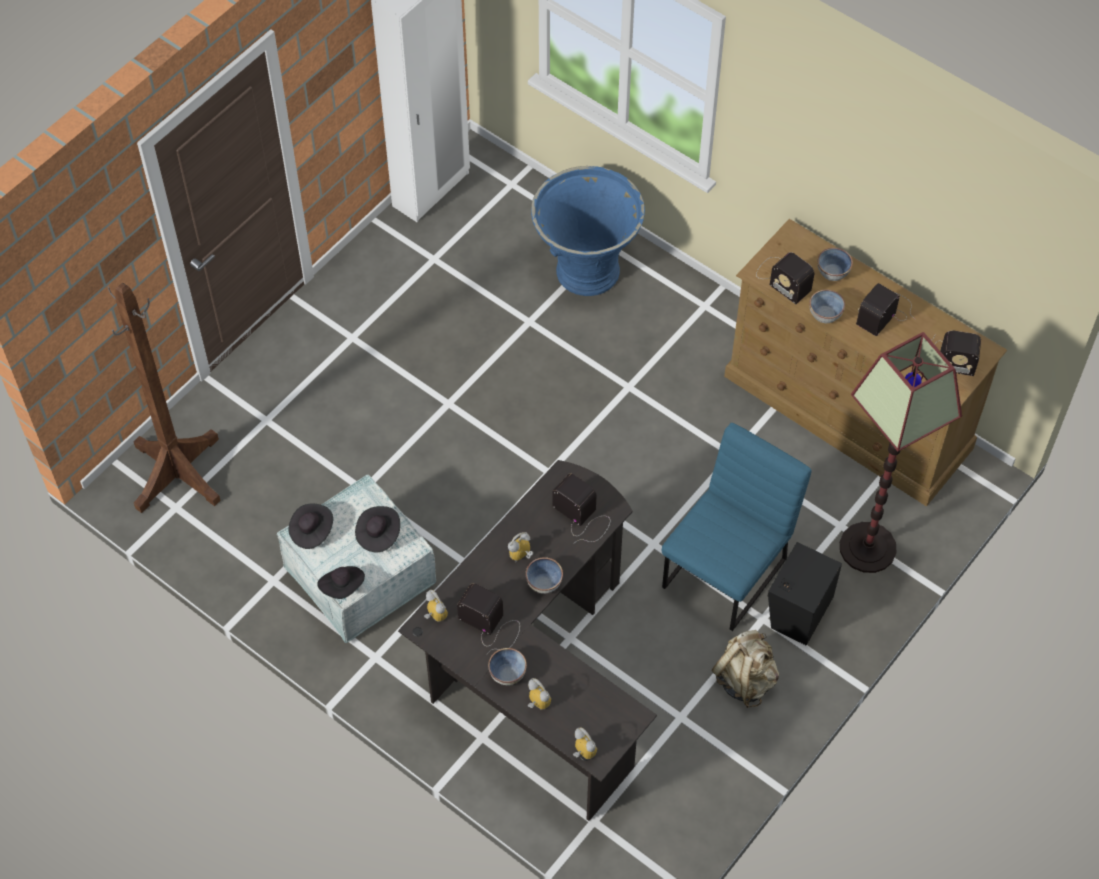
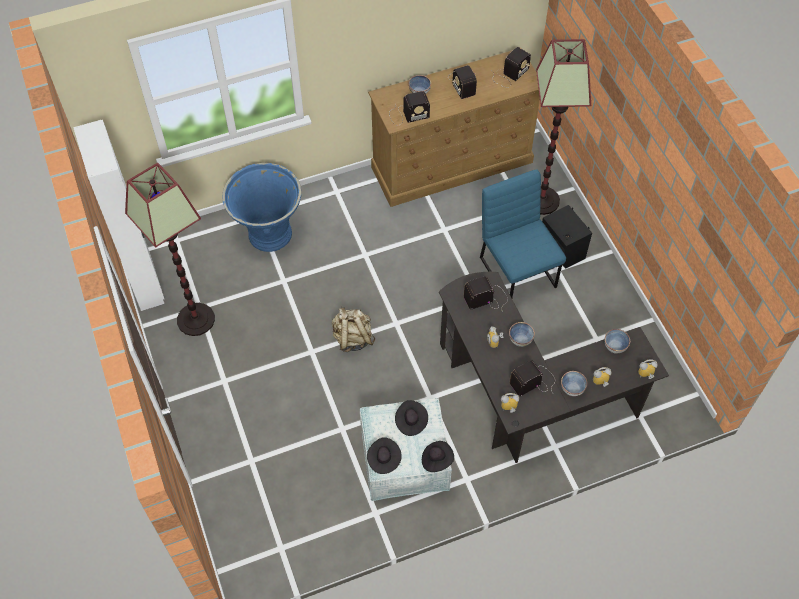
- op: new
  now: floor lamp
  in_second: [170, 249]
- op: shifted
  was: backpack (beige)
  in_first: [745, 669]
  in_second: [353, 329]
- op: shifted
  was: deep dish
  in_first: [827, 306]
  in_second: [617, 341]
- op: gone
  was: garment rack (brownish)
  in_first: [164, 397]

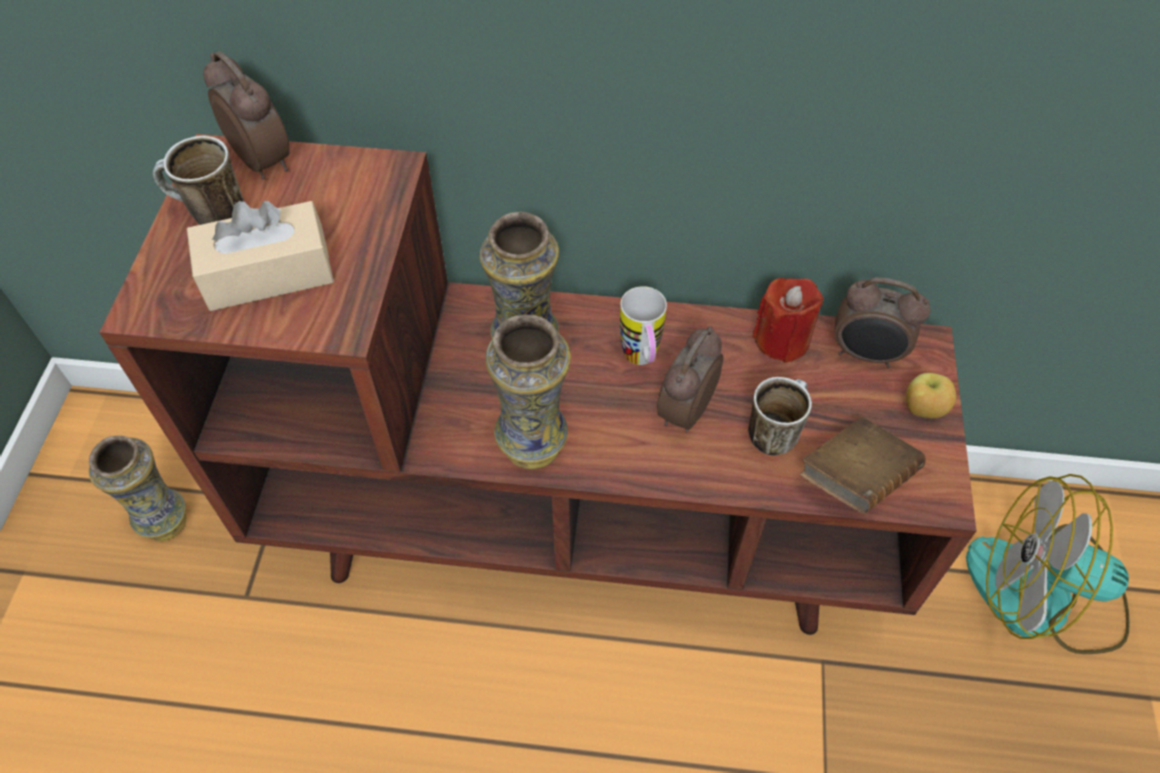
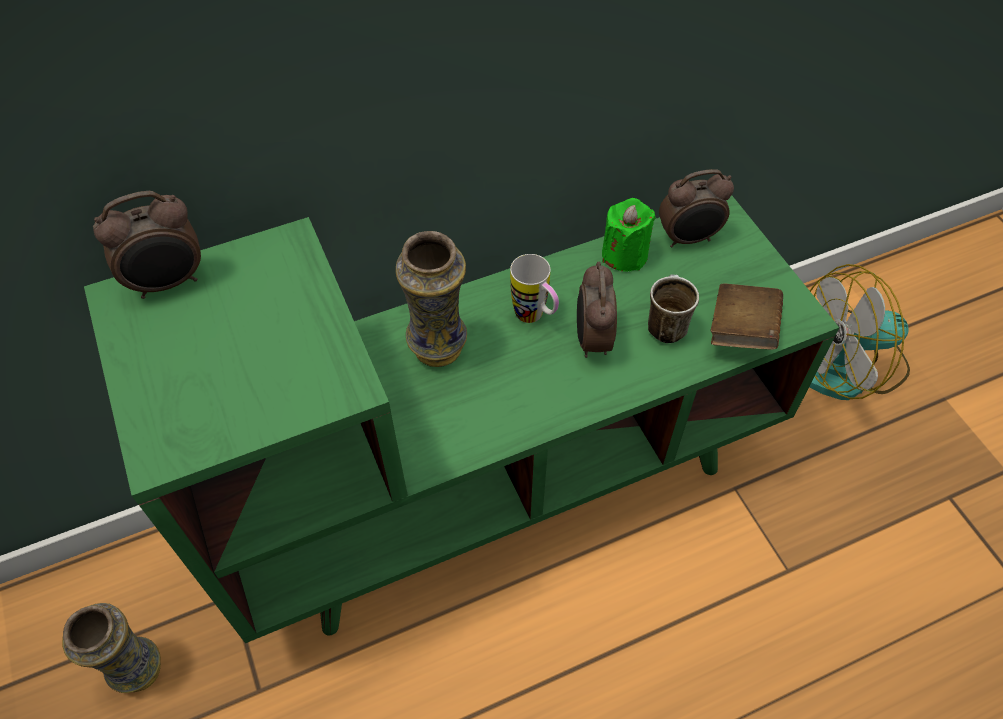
- op: repainted
  was: media console (brownish)
  now: media console (green-coloured)
  in_first: [537, 384]
  in_second: [461, 419]
- op: rotated
  was: alarm clock
  in_first: [246, 115]
  in_second: [147, 245]
  clockwise: 135
- op: repainted
  was: wax light (red)
  now: wax light (green-coloured)
  in_first: [788, 320]
  in_second: [629, 235]
- op: gone
  was: mug
  in_first: [198, 180]
- op: gone
  was: tissue box (beige)
  in_first: [260, 256]
- op: gone
  was: flower vase
  in_first: [528, 391]
- op: gone
  was: apple fruit
  in_first: [931, 395]

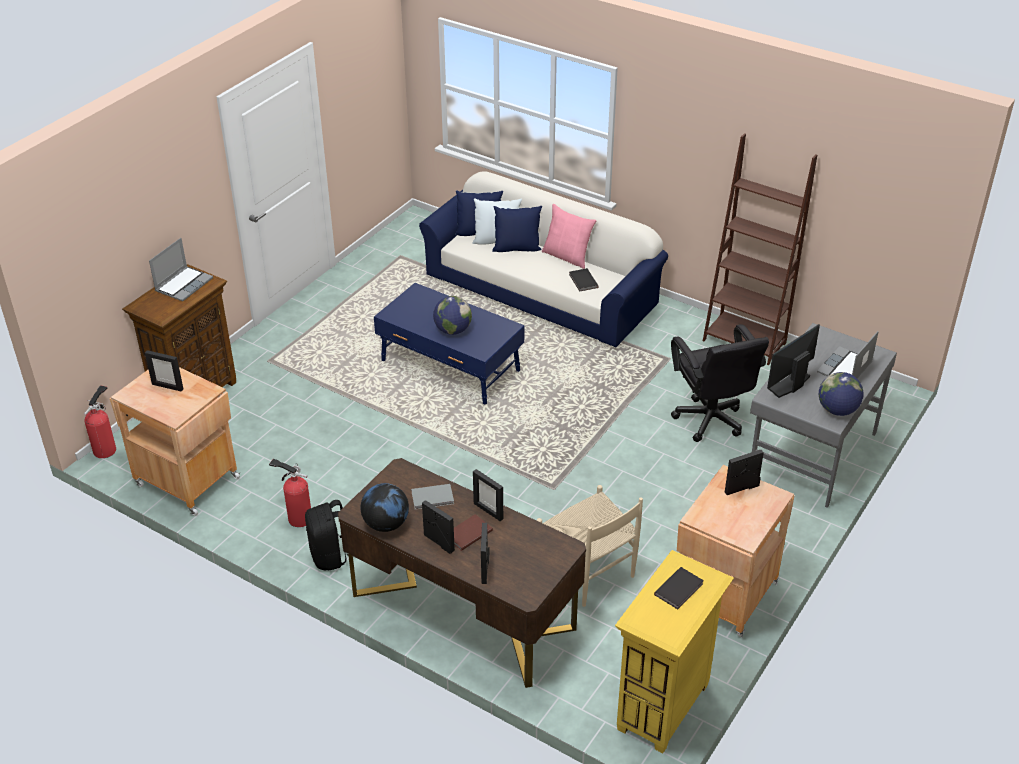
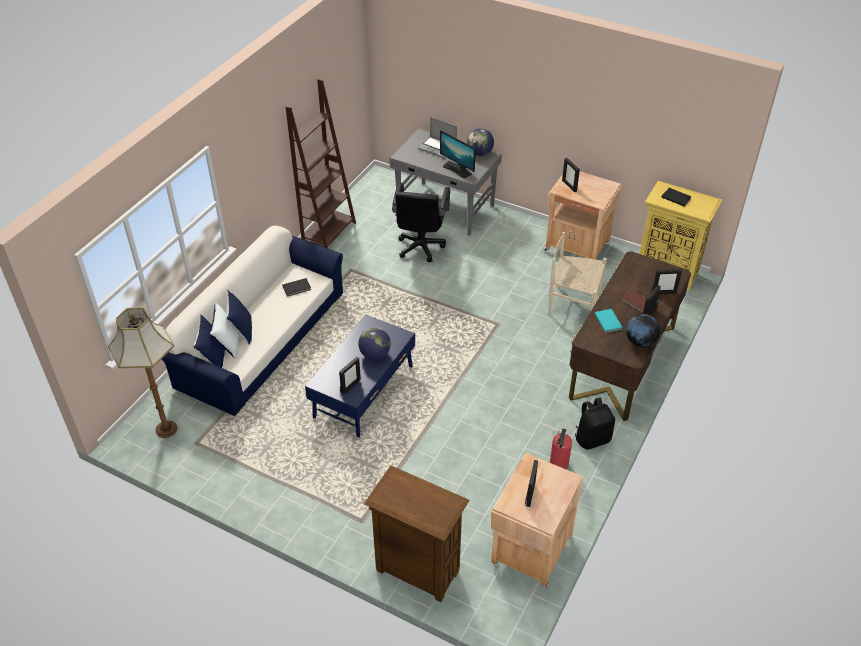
- op: new
  now: floor lamp
  in_second: [143, 373]
- op: shifted
  was: photo frame
  in_first: [488, 495]
  in_second: [350, 375]
- op: rotated
  was: office chair (black)
  in_first: [720, 383]
  in_second: [421, 223]
  clockwise: 120
- op: rotated
  was: plain chair (beige)
  in_first: [590, 546]
  in_second: [577, 273]
  clockwise: -120
- op: repainted
  was: book (greyish)
  now: book (turquoise-coloured)
  in_first: [432, 497]
  in_second: [608, 321]
- op: gone
  was: fire-fighting cylinder
  in_first: [100, 421]
- op: gone
  was: laptop
  in_first: [181, 270]
- op: gone
  was: pillow (pink-coloured)
  in_first: [569, 236]

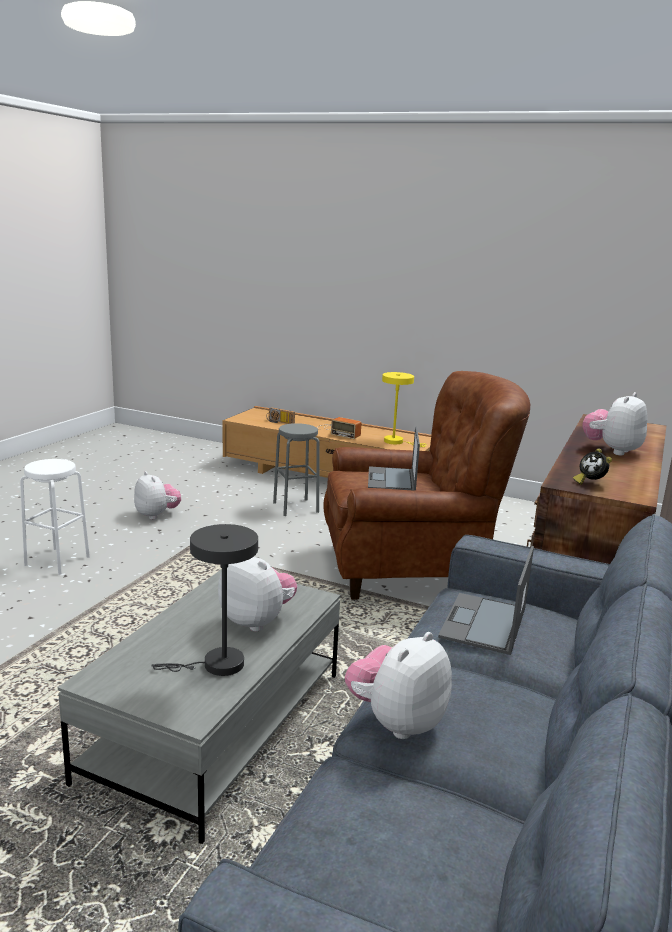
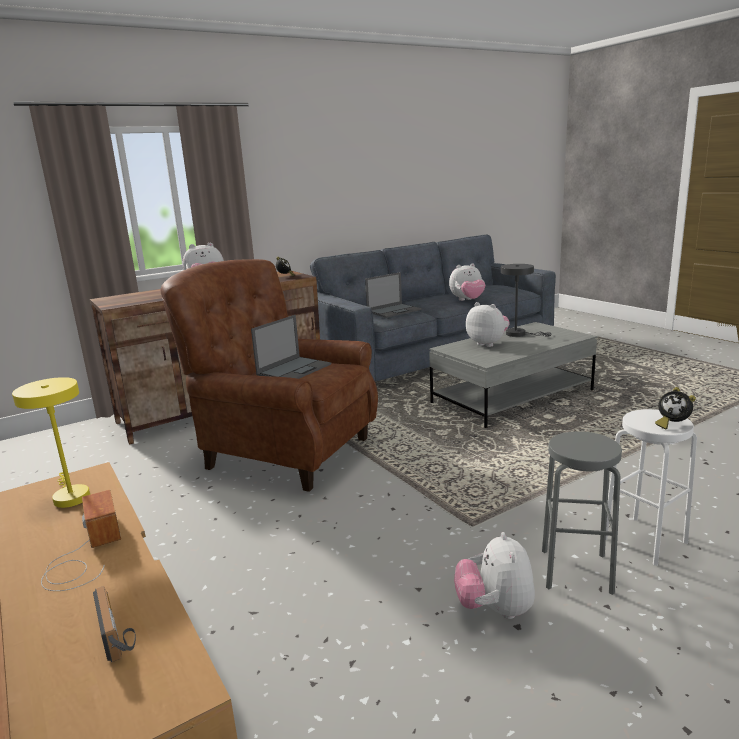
- op: rotated
  was: soft toy
  in_first: [257, 594]
  in_second: [488, 324]
  clockwise: 150
- op: shifted
  was: stool seat (greyish)
  in_first: [296, 469]
  in_second: [582, 513]
- op: new
  now: alarm clock
  in_second: [675, 408]

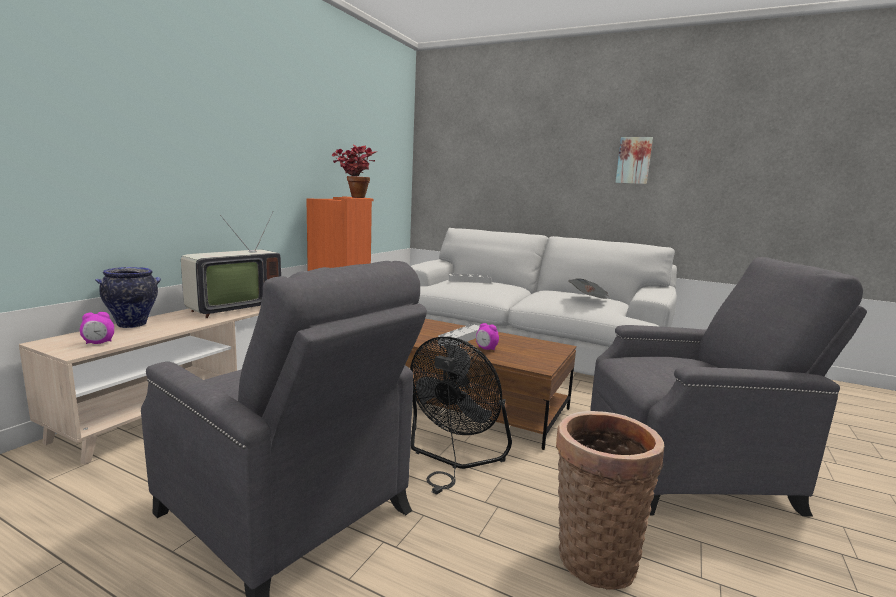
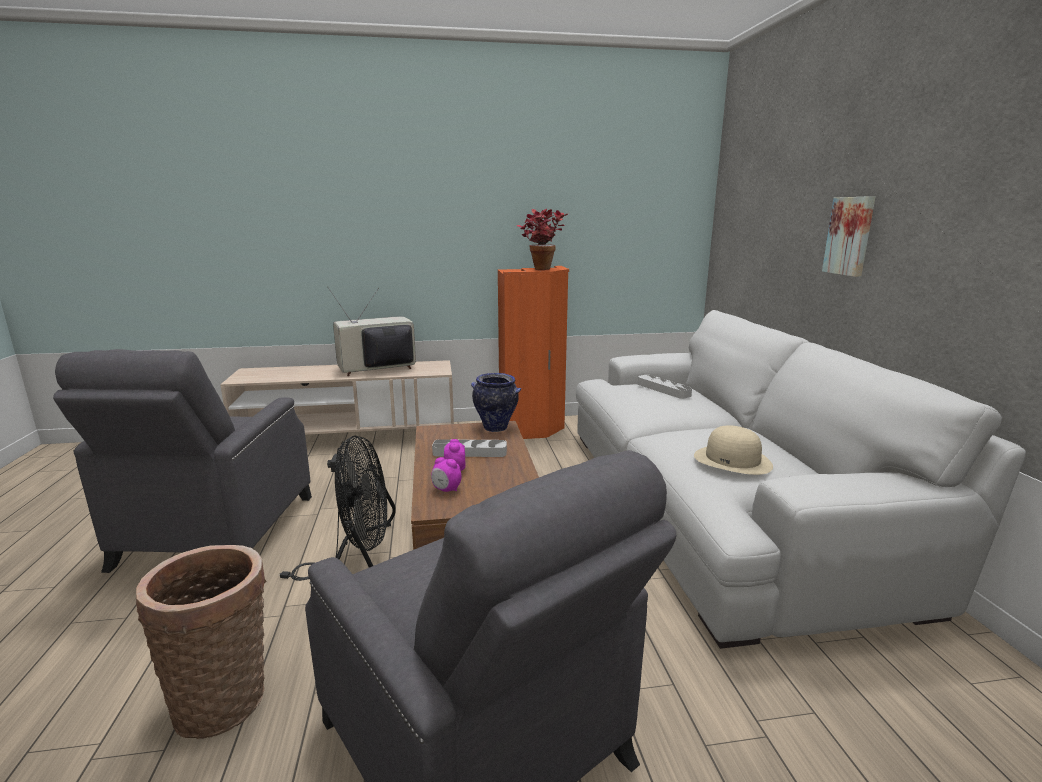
- op: rotated
  was: TV
  in_first: [231, 264]
  in_second: [372, 332]
  clockwise: 150
- op: shifted
  was: alarm clock
  in_first: [97, 328]
  in_second: [446, 474]
- op: shifted
  was: flower vase
  in_first: [128, 297]
  in_second: [496, 402]
- op: swapped
  was: newspaper
  now: hat (beige)
  in_first: [588, 288]
  in_second: [733, 450]
- op: shifted
  was: wall picture
  in_first: [634, 160]
  in_second: [848, 236]

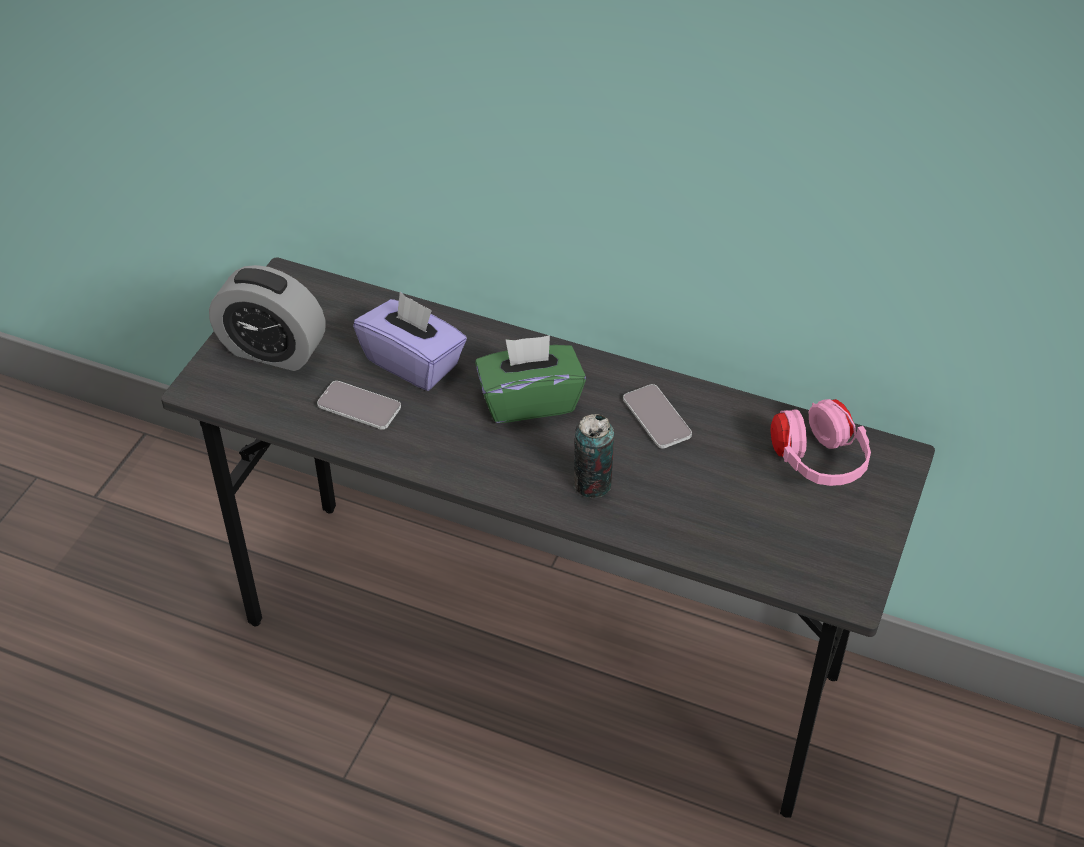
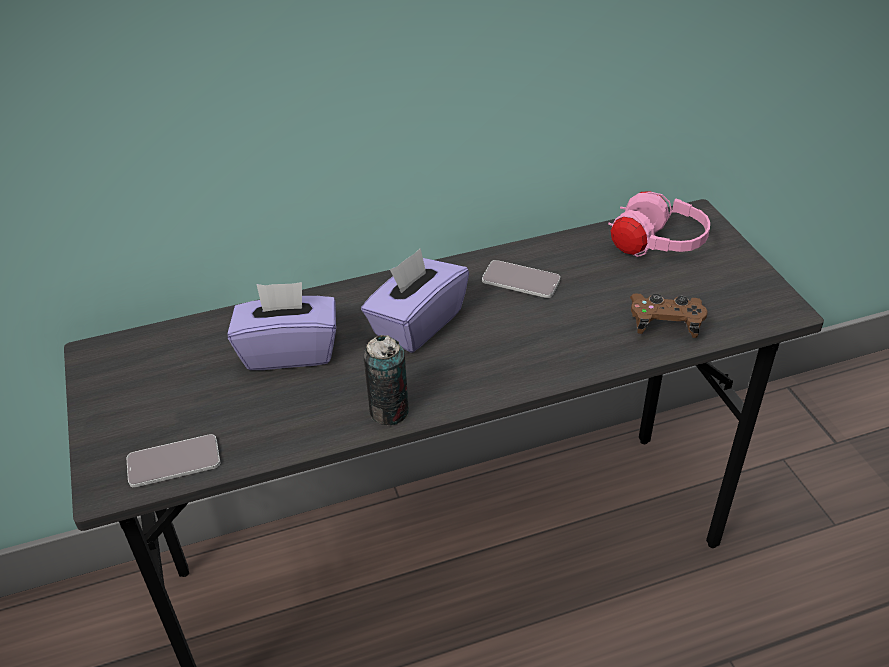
- op: shifted
  was: telephone
  in_first: [359, 405]
  in_second: [173, 461]
- op: repainted
  was: tissue box (green-coloured)
  now: tissue box (purple-coloured)
  in_first: [530, 379]
  in_second: [415, 300]
- op: shifted
  was: can
  in_first: [593, 456]
  in_second: [386, 380]
- op: new
  now: game controller (brownish)
  in_second: [668, 315]
- op: gone
  was: alarm clock
  in_first: [267, 318]

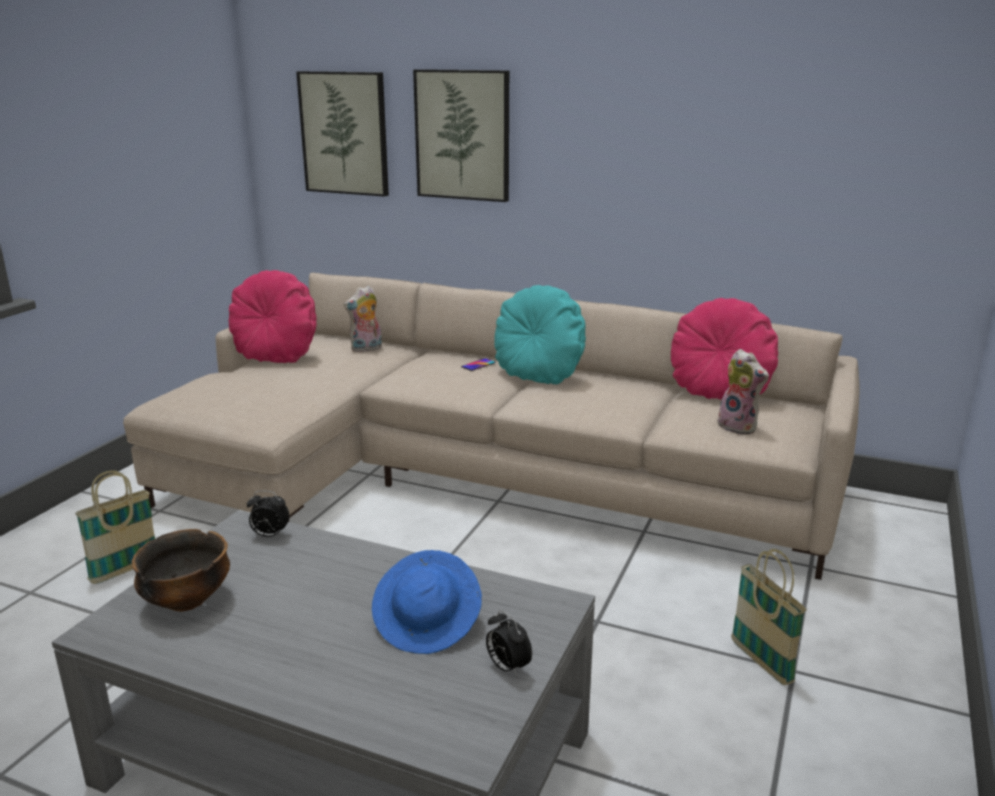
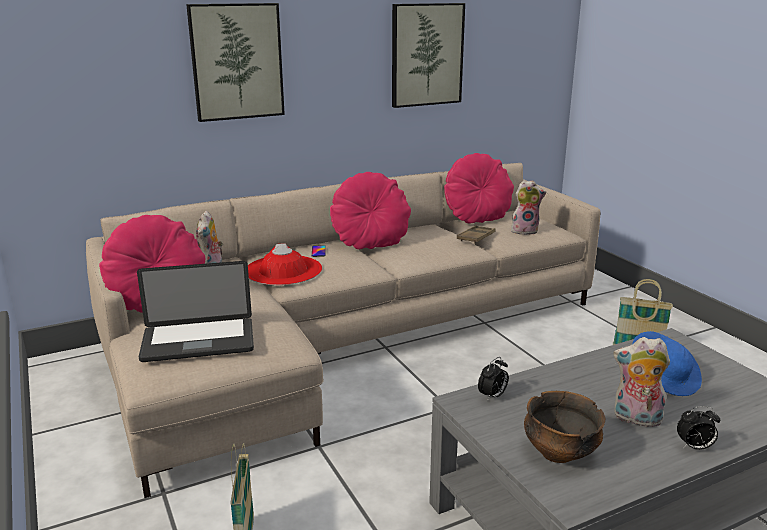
- op: new
  now: laptop
  in_second: [195, 311]
- op: new
  now: hat (red)
  in_second: [285, 264]
- op: repainted
  was: pillow (turquoise-coloured)
  now: pillow (pink-coloured)
  in_first: [540, 334]
  in_second: [370, 210]
- op: shifted
  was: wall picture
  in_first: [342, 134]
  in_second: [428, 55]
- op: new
  now: tray (brownish)
  in_second: [476, 234]
- op: new
  now: soft toy
  in_second: [641, 382]
- op: shifted
  was: alarm clock
  in_first: [509, 643]
  in_second: [698, 428]

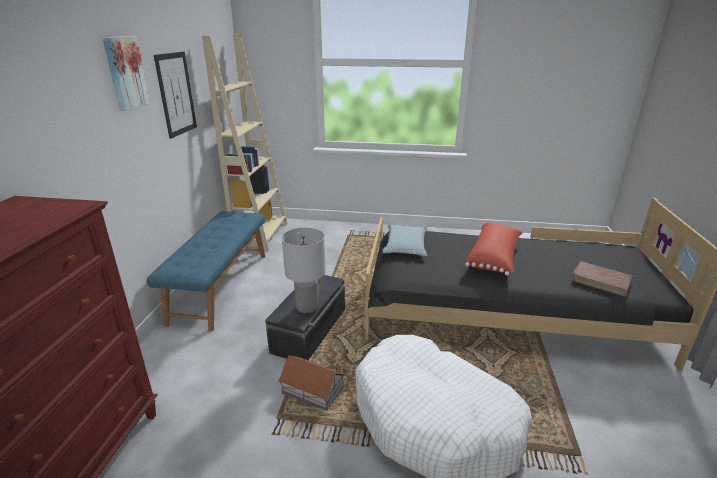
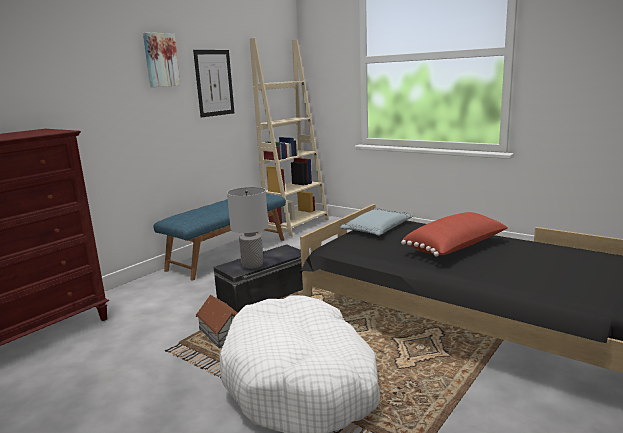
- op: gone
  was: book (brownish)
  in_first: [601, 279]

